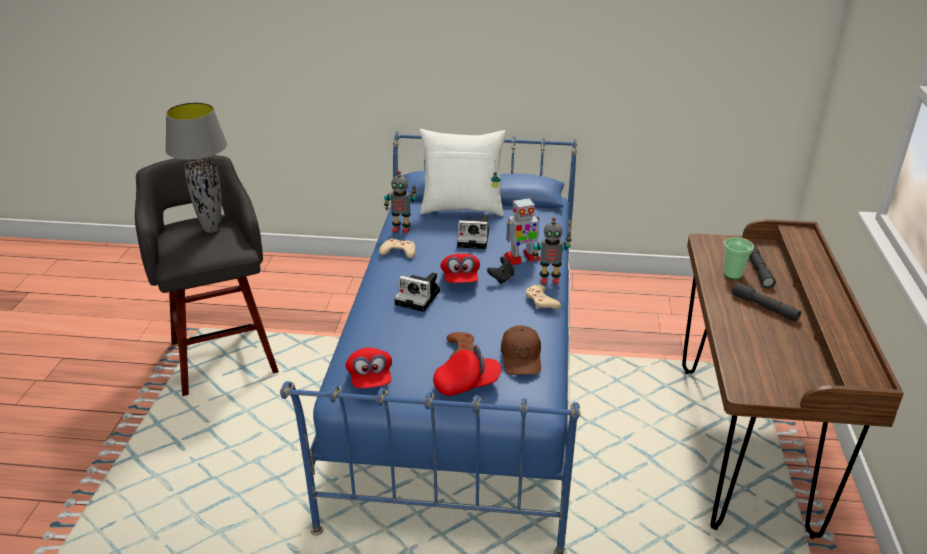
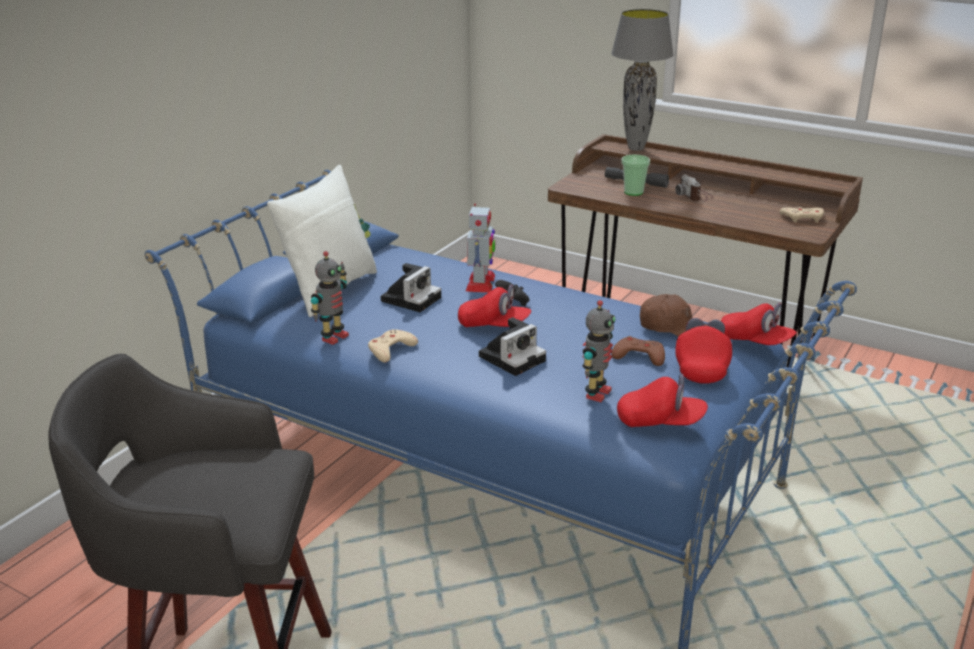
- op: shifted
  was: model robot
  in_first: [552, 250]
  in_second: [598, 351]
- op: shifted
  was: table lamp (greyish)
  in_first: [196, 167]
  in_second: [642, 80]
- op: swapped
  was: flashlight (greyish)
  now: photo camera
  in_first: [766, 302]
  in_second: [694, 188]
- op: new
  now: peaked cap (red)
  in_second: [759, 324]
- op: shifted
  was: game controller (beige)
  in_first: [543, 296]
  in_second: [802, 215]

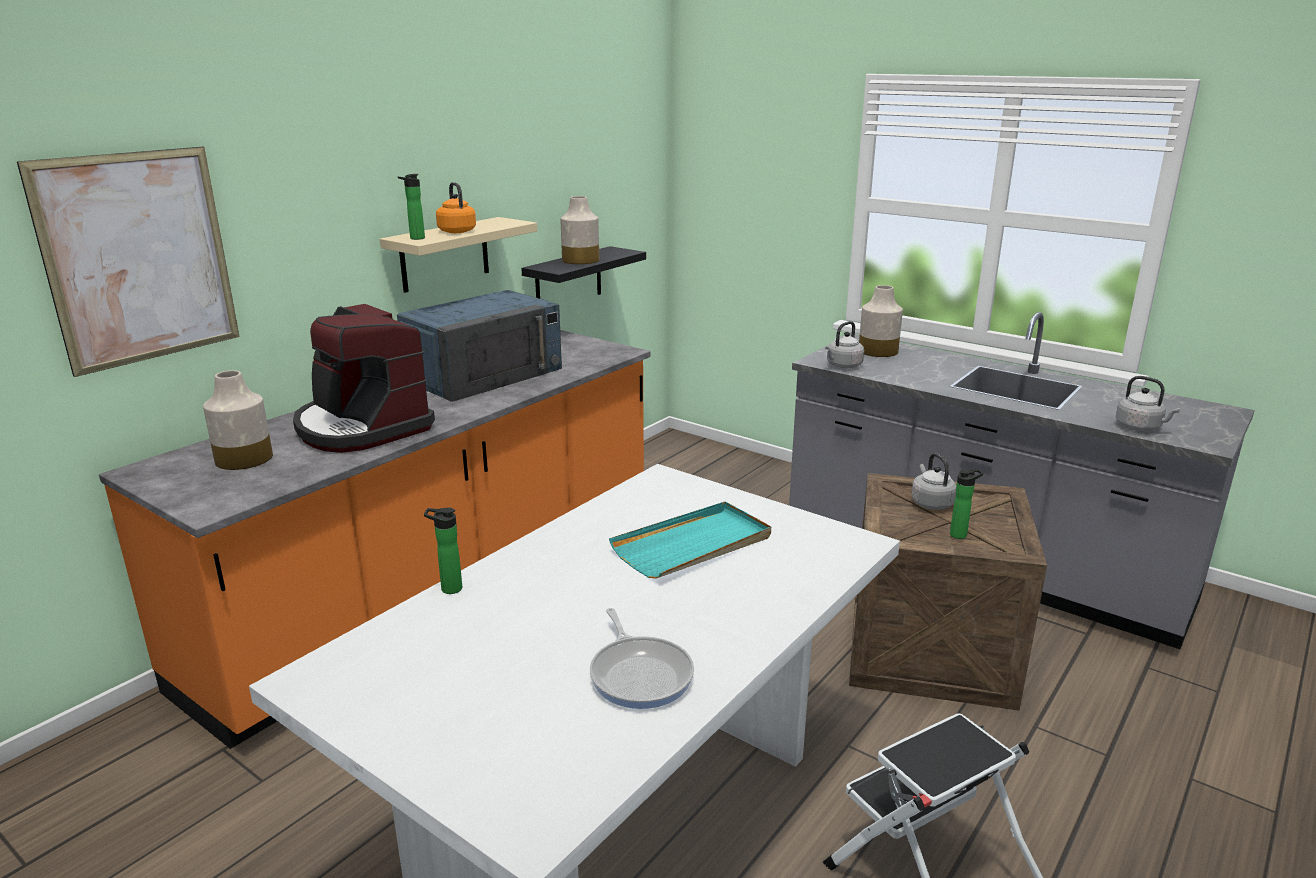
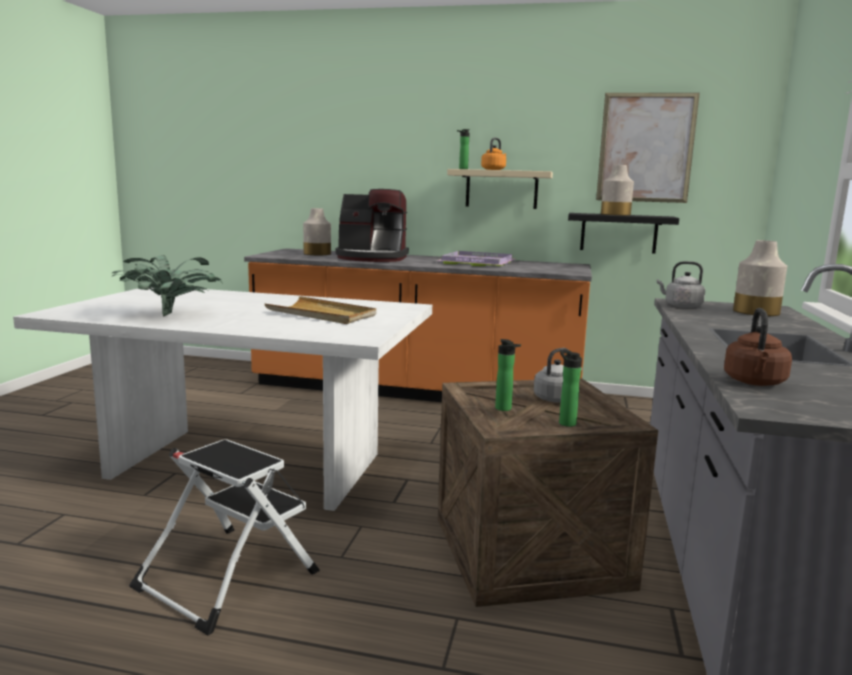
- op: swapped
  was: frying pan
  now: potted plant
  in_first: [642, 658]
  in_second: [167, 286]
- op: repainted
  was: tray (turquoise-coloured)
  now: tray (beige)
  in_first: [690, 540]
  in_second: [320, 310]
- op: rotated
  was: coffee maker
  in_first: [364, 378]
  in_second: [372, 225]
  clockwise: -105
- op: swapped
  was: microwave oven (blue)
  now: tray (purple-coloured)
  in_first: [479, 346]
  in_second: [476, 258]
- op: shifted
  was: beverage bottle
  in_first: [443, 550]
  in_second: [570, 388]
- op: shifted
  was: wall picture
  in_first: [128, 262]
  in_second: [648, 148]
- op: repainted
  was: water kettle (greyish)
  now: water kettle (brownish)
  in_first: [1148, 403]
  in_second: [758, 347]

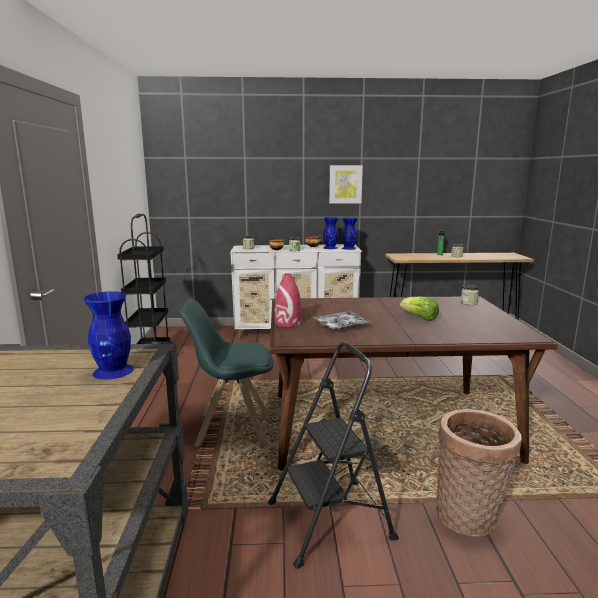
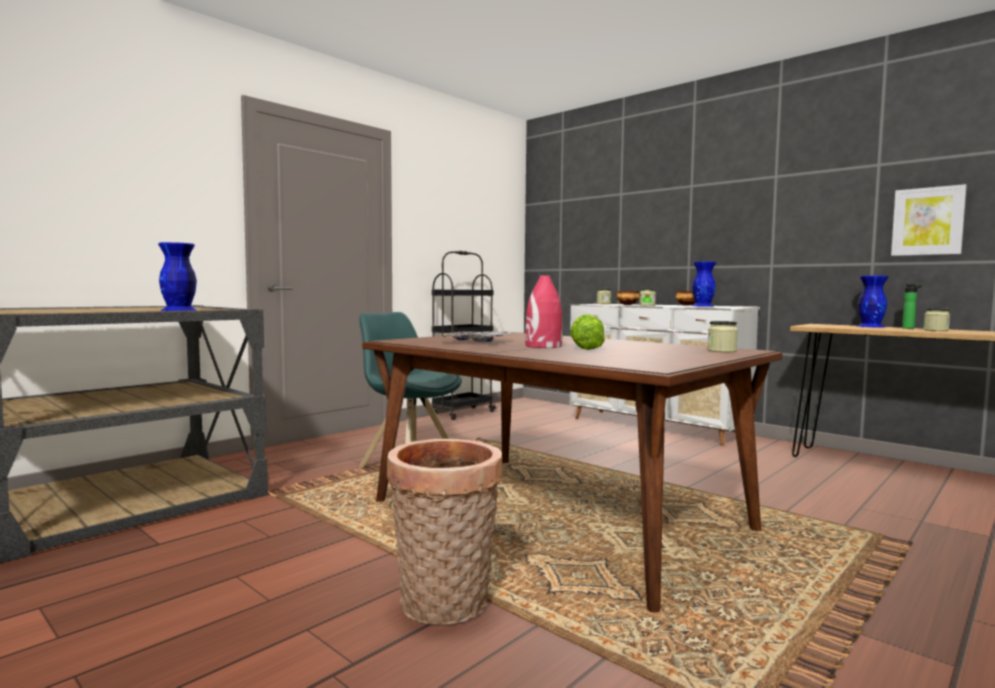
- op: shifted
  was: flower vase (red)
  in_first: [288, 300]
  in_second: [544, 311]
- op: shifted
  was: flower vase (blue)
  in_first: [349, 233]
  in_second: [873, 302]
- op: shifted
  was: wall picture
  in_first: [346, 184]
  in_second: [929, 220]
- op: gone
  was: stepladder (black)
  in_first: [333, 455]

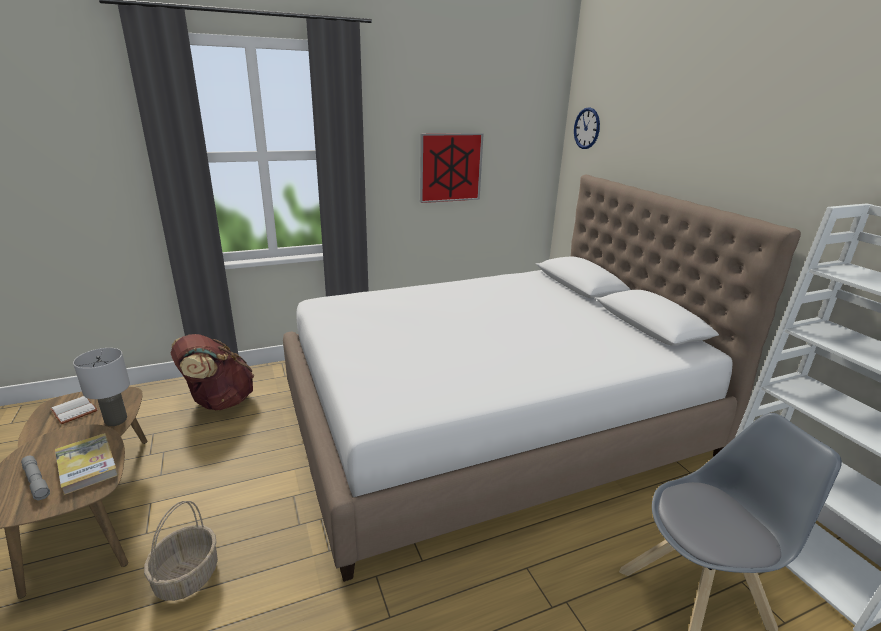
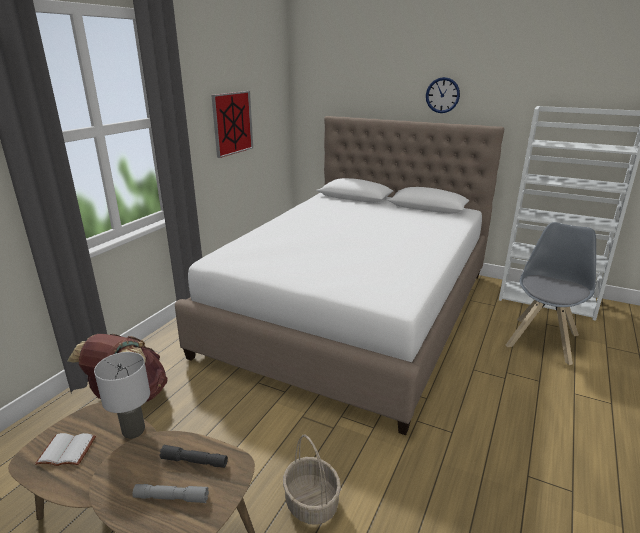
- op: swapped
  was: book
  now: flashlight (greyish)
  in_first: [86, 464]
  in_second: [194, 456]
- op: shifted
  was: hanging clock
  in_first: [587, 128]
  in_second: [443, 95]

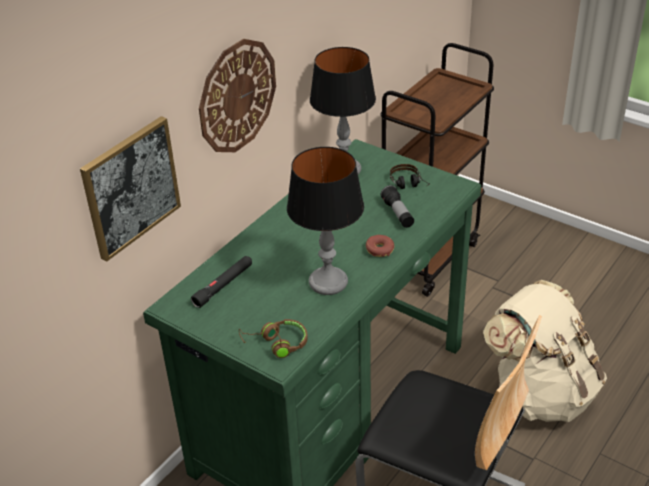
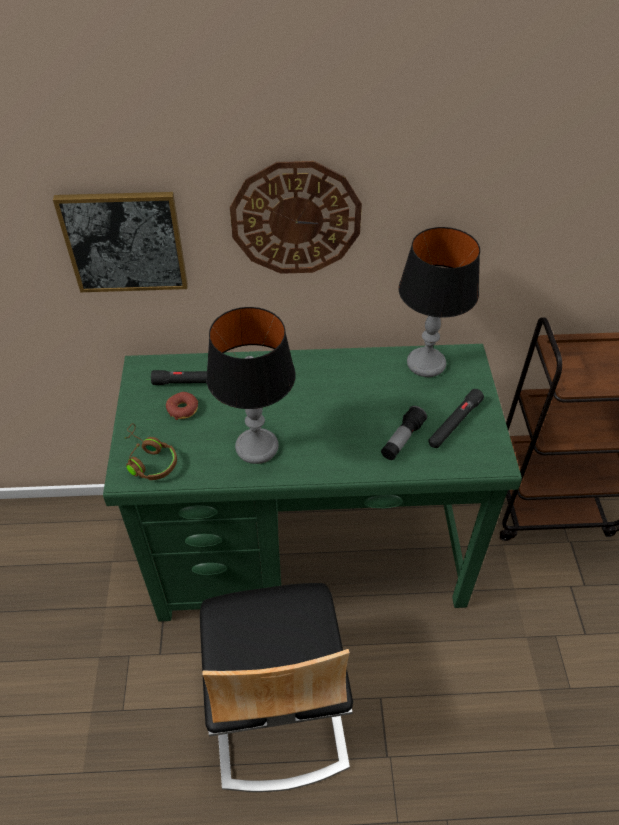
- op: shifted
  was: donut
  in_first: [380, 246]
  in_second: [182, 406]
- op: swapped
  was: headphones
  now: flashlight (black)
  in_first: [410, 176]
  in_second: [456, 418]
- op: gone
  was: backpack (beige)
  in_first: [545, 351]

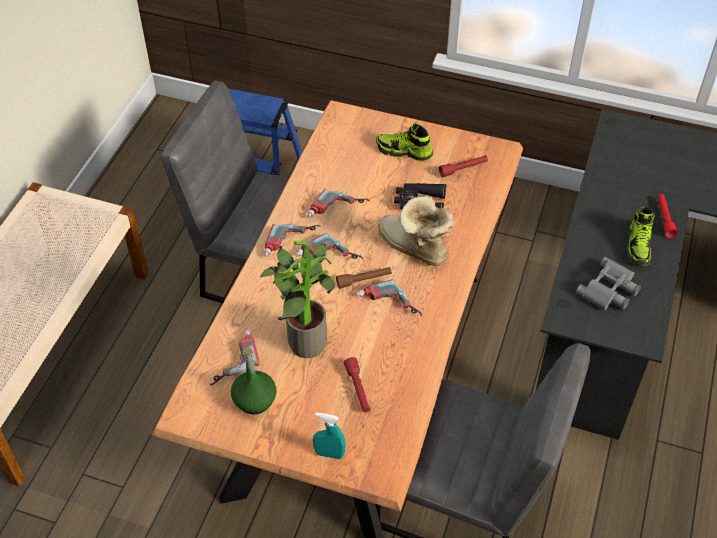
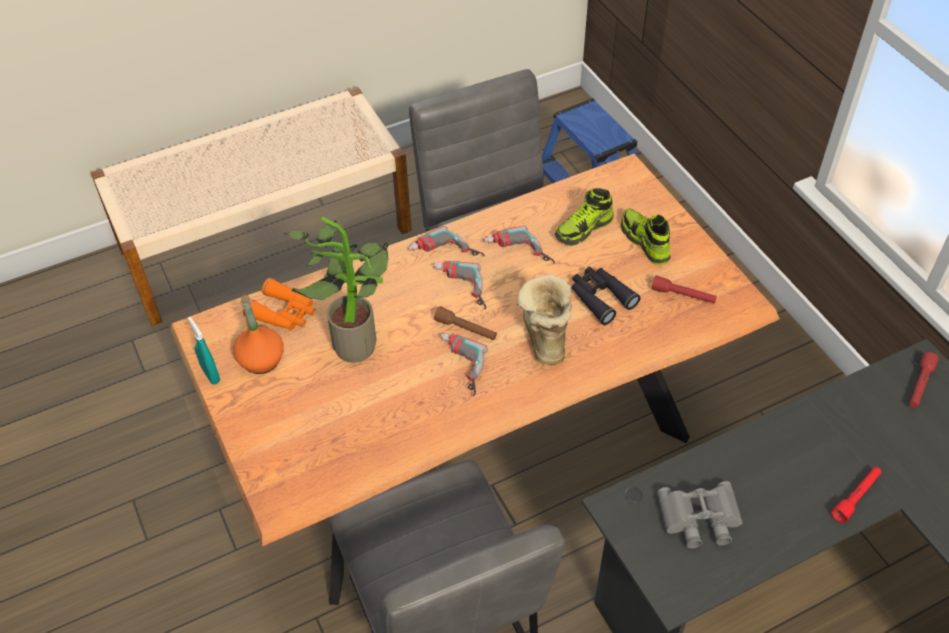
- op: shifted
  was: spray bottle (turquoise-coloured)
  in_first: [329, 435]
  in_second: [204, 350]
- op: repainted
  was: beverage bottle (green-coloured)
  now: beverage bottle (orangey)
  in_first: [254, 380]
  in_second: [258, 334]
- op: swapped
  was: power drill
  now: pair of binoculars (orangey)
  in_first: [235, 357]
  in_second: [279, 304]
- op: shifted
  was: low shoe
  in_first: [640, 236]
  in_second: [584, 217]
- op: shifted
  was: flashlight (red)
  in_first: [357, 384]
  in_second: [924, 380]

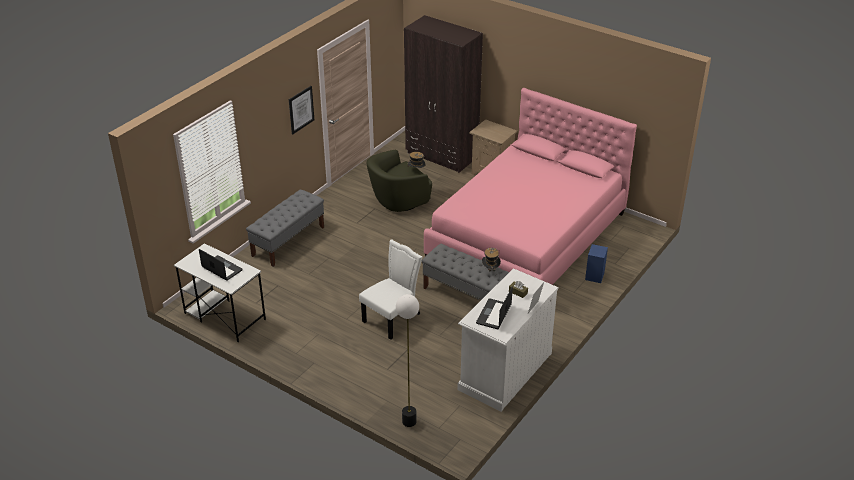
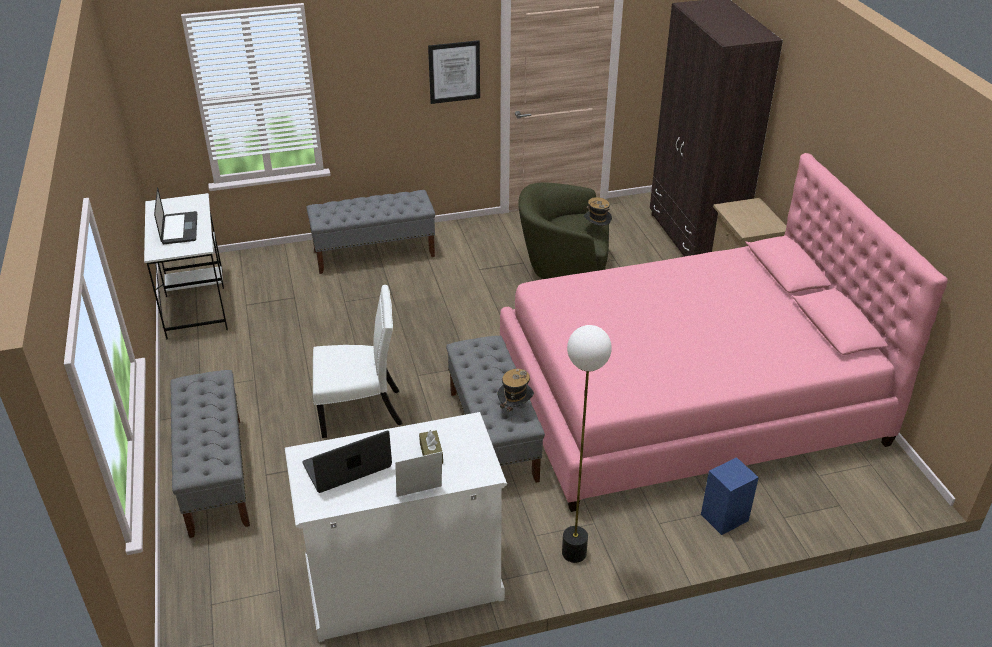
- op: new
  now: indoor bench (greyish)
  in_second: [210, 454]
- op: shifted
  was: floor lamp
  in_first: [407, 360]
  in_second: [587, 444]

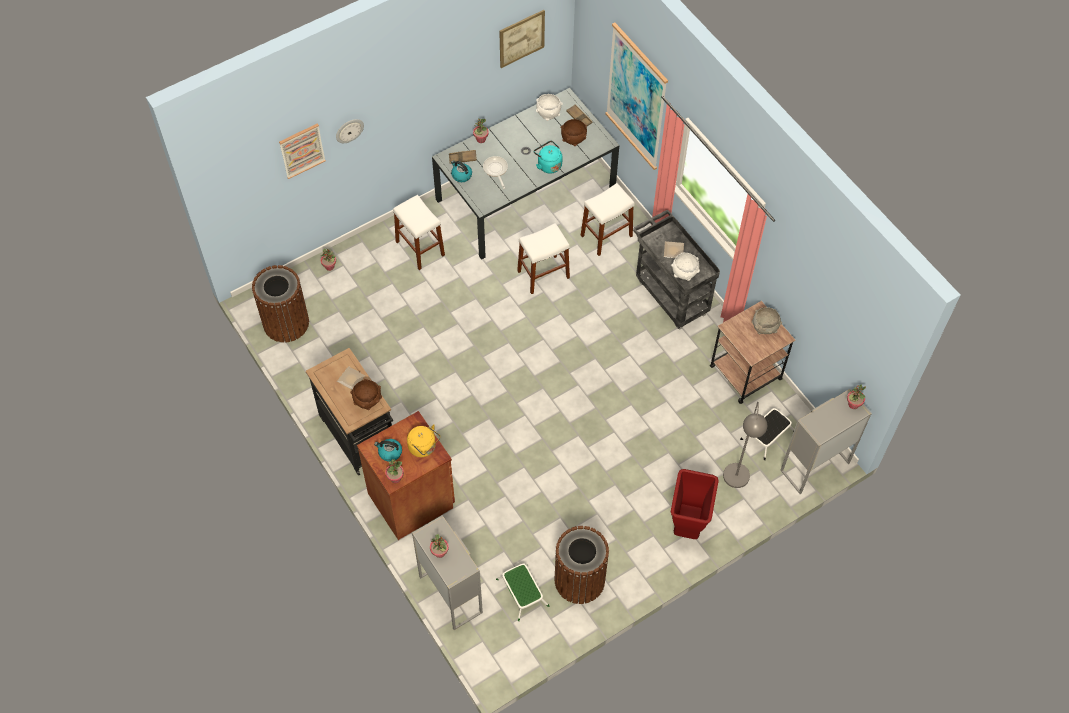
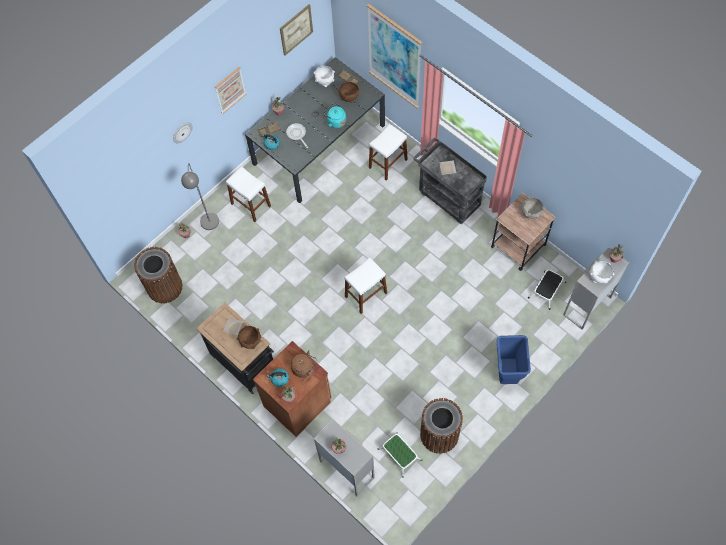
- op: shifted
  was: floor lamp (greyish)
  in_first: [745, 445]
  in_second: [200, 196]
- op: shifted
  was: wall picture
  in_first: [302, 151]
  in_second: [230, 90]
- op: repainted
  was: water kettle (yellow)
  now: water kettle (brownish)
  in_first: [424, 440]
  in_second: [304, 364]
- op: shifted
  was: stool seat (white-coloured)
  in_first: [543, 258]
  in_second: [365, 285]
- op: repainted
  was: trash can (red)
  now: trash can (blue)
  in_first: [695, 504]
  in_second: [513, 359]
- op: shifted
  was: deep dish (white-coloured)
  in_first: [685, 266]
  in_second: [601, 272]

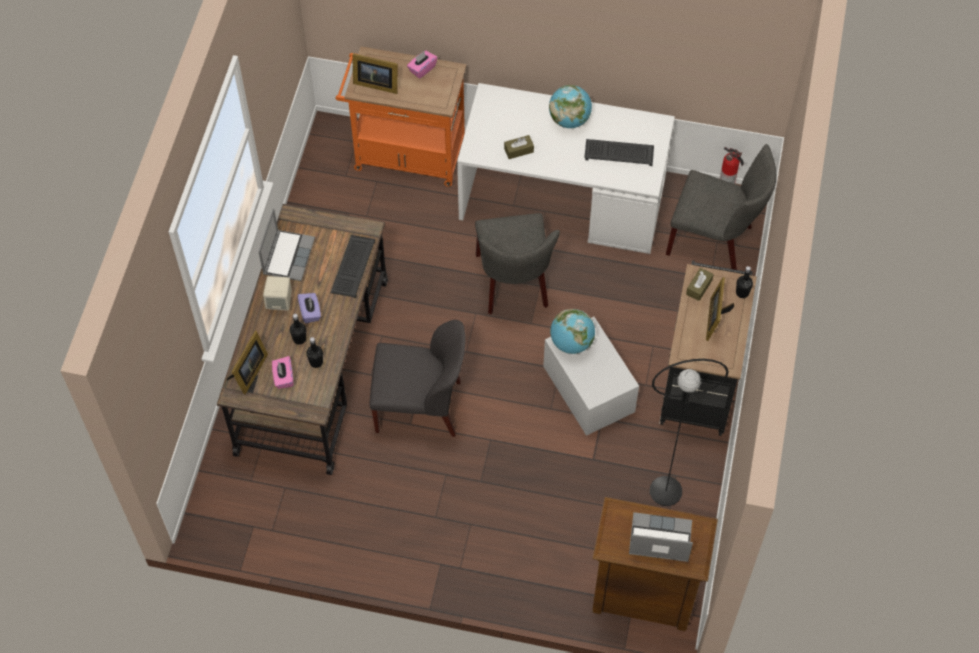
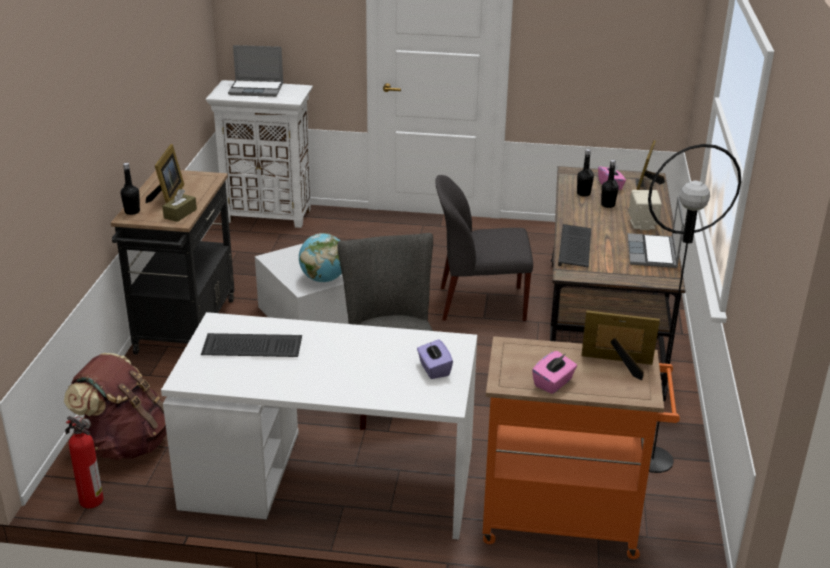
- op: swapped
  was: plain chair (greyish)
  now: backpack (brownish)
  in_first: [721, 207]
  in_second: [115, 406]
- op: repainted
  was: cabinet (brownish)
  now: cabinet (white-coloured)
  in_first: [655, 564]
  in_second: [259, 154]
- op: shifted
  was: tissue box (purple-coloured)
  in_first: [309, 308]
  in_second: [435, 359]
- op: shifted
  was: floor lamp (black)
  in_first: [689, 432]
  in_second: [694, 308]
- op: gone
  was: tissue box (brownish)
  in_first: [519, 147]
- op: gone
  was: globe
  in_first: [570, 106]

